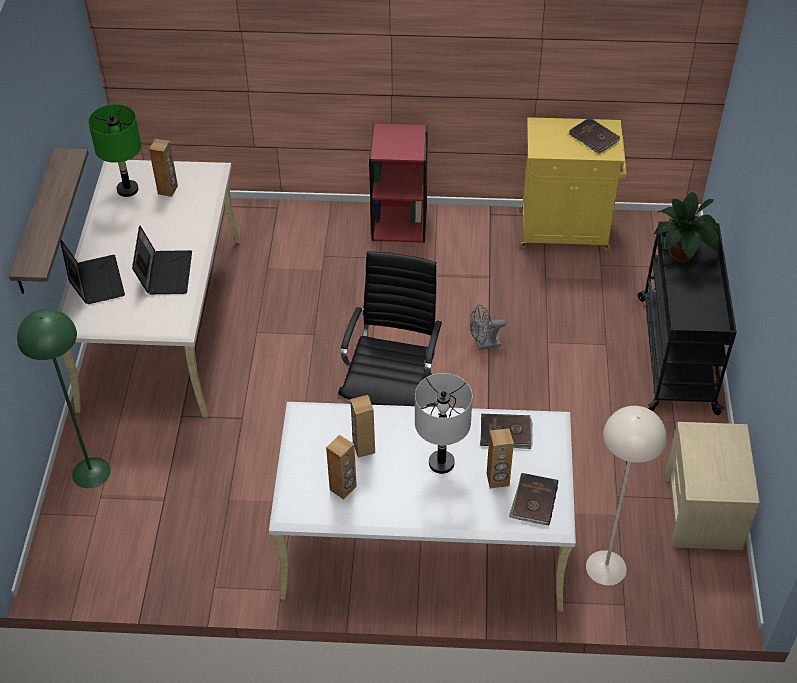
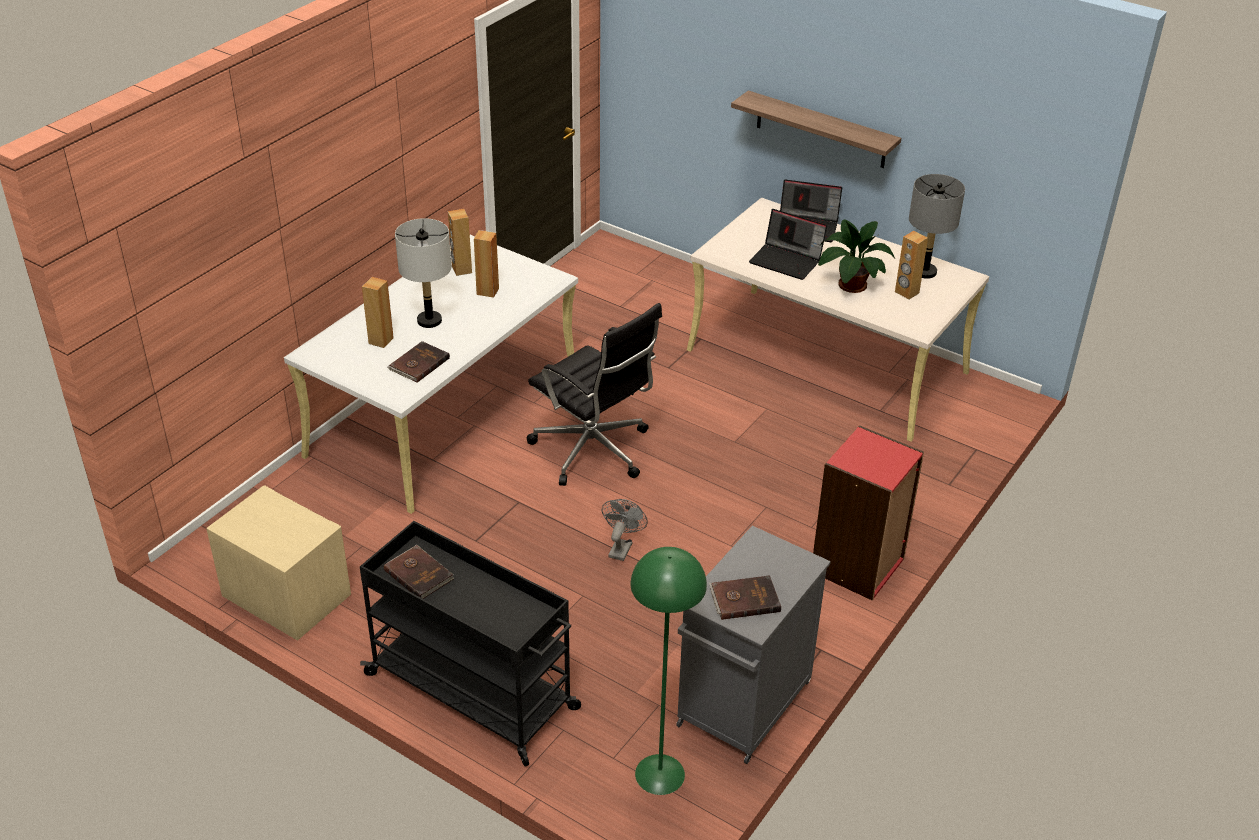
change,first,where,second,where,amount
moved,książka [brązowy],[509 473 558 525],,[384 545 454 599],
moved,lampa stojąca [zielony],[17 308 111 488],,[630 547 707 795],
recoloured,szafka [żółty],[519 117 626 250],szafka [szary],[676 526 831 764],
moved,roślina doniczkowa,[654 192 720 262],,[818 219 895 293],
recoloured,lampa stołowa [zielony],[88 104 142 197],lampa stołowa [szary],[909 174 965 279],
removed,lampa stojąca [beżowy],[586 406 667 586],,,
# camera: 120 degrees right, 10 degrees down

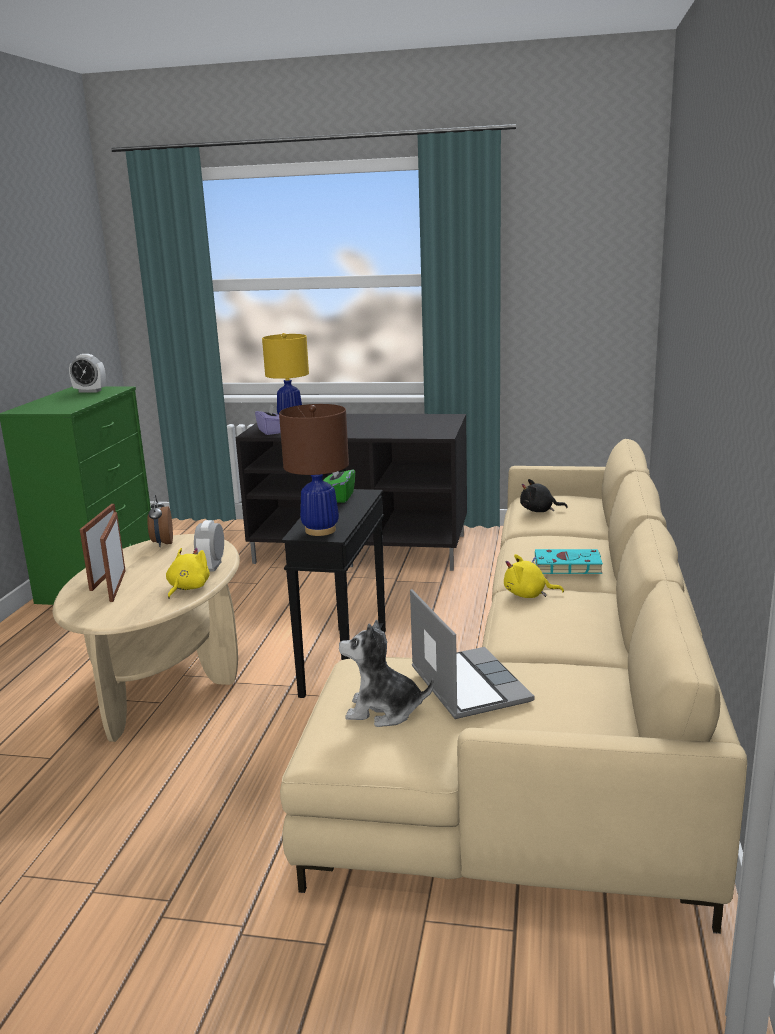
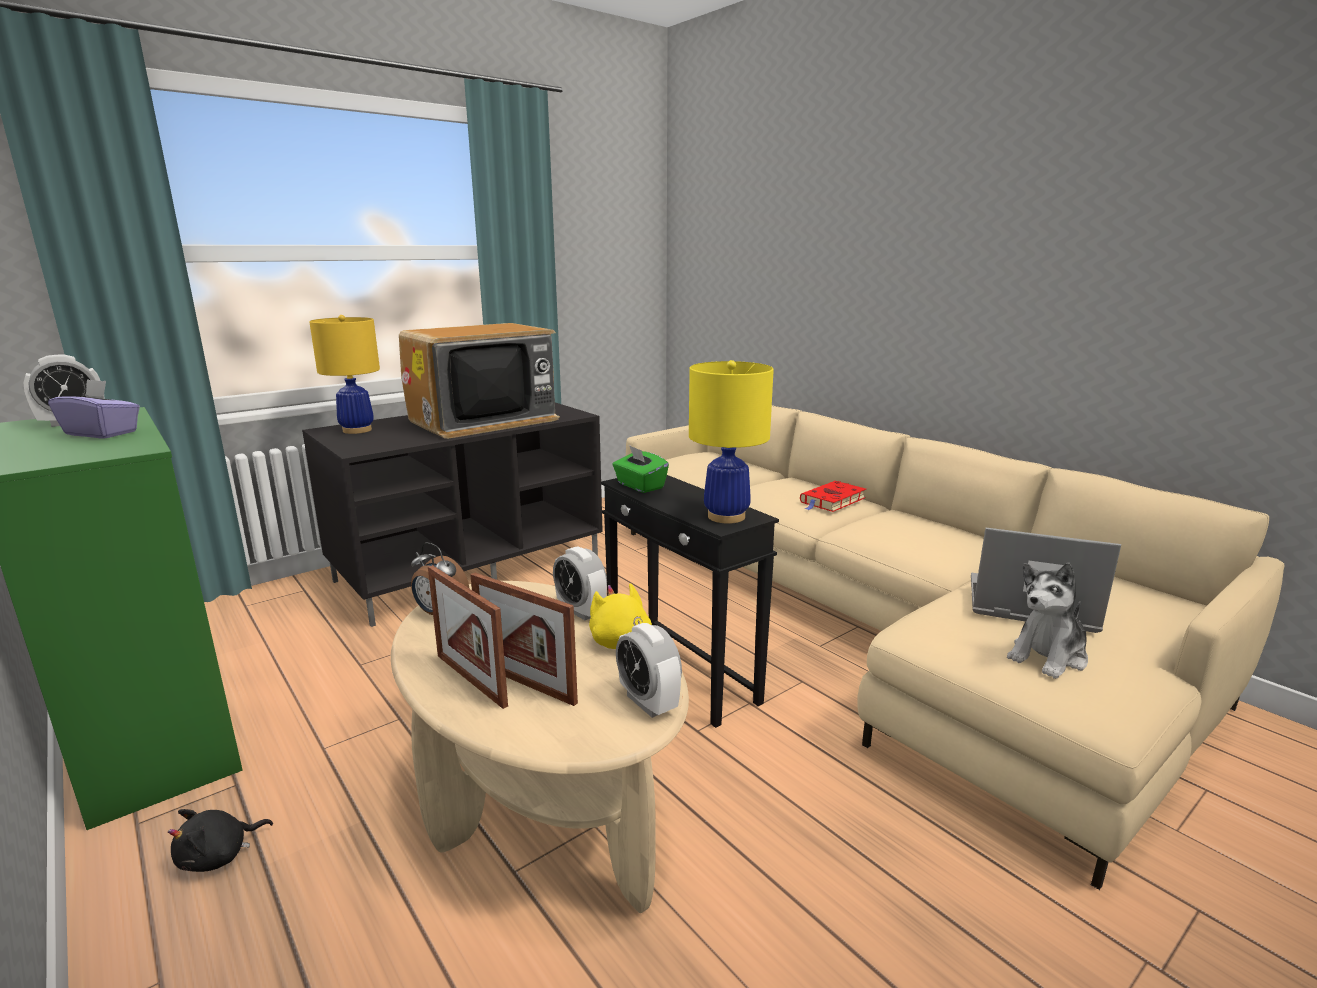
change,first,where,second,where,amount
moved,pudełko chusteczek [fioletowy],[255 405 281 435],,[48 379 140 438],
moved,pluszak [czarny],[520 479 568 512],,[168 809 273 872],
added,,,telewizor,[399 323 560 439],
added,,,budzik,[616 623 682 718],
recoloured,lampa stołowa [brązowy],[279 404 349 536],lampa stołowa [żółty],[689 360 774 524],
recoloured,książka [turkusowy],[532 549 603 574],książka [czerwony],[800 481 866 512],
removed,pluszak [żółty],[504 554 564 598],,,
# camera: 50 degrees left, 0 degrees up

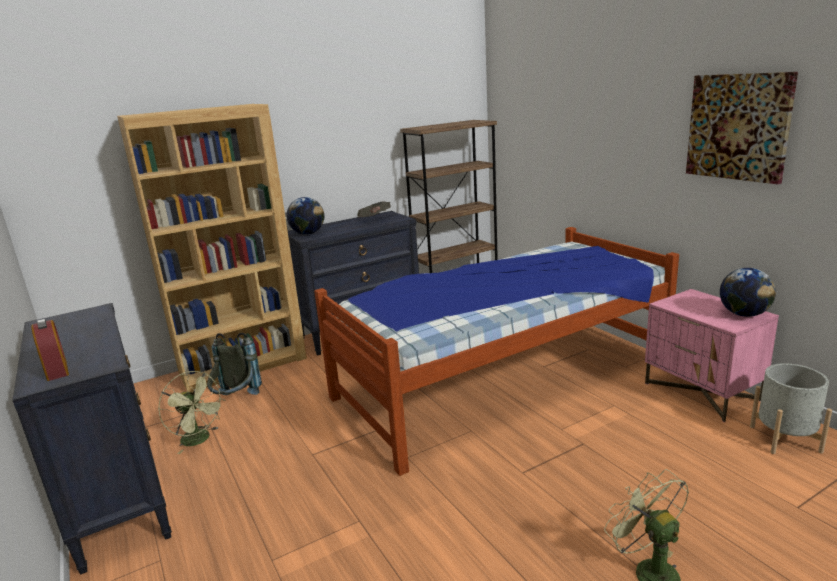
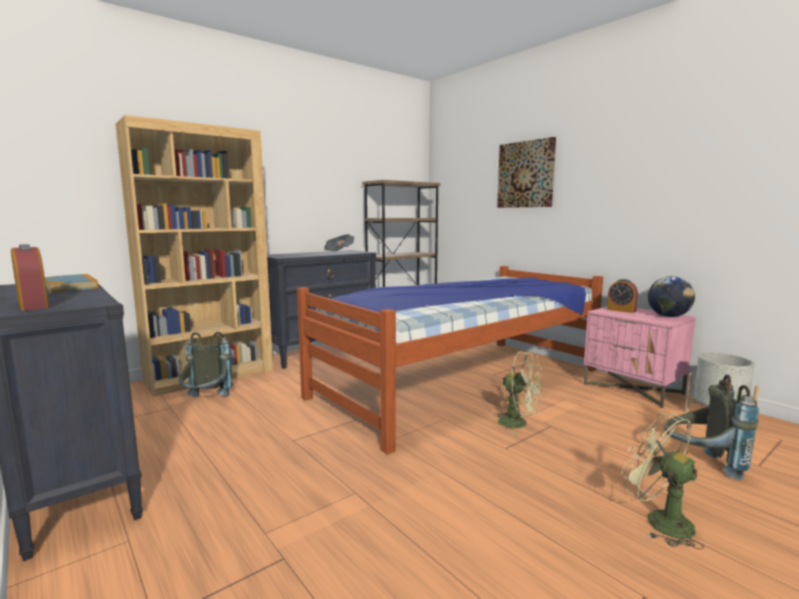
change,first,where,second,where,amount
added,,,książka,[45 274 99 292],
moved,wentylator [zielony],[158 371 225 454],,[493 351 544 435],
moved,obraz,[686 72 798 184],,[497 137 556 208],
added,,,budzik,[607 279 638 313],
added,,,plecak [szary],[664 374 759 480],
removed,globus,[287 197 324 235],,,
# camera: 10 degrees left, 10 degrees down

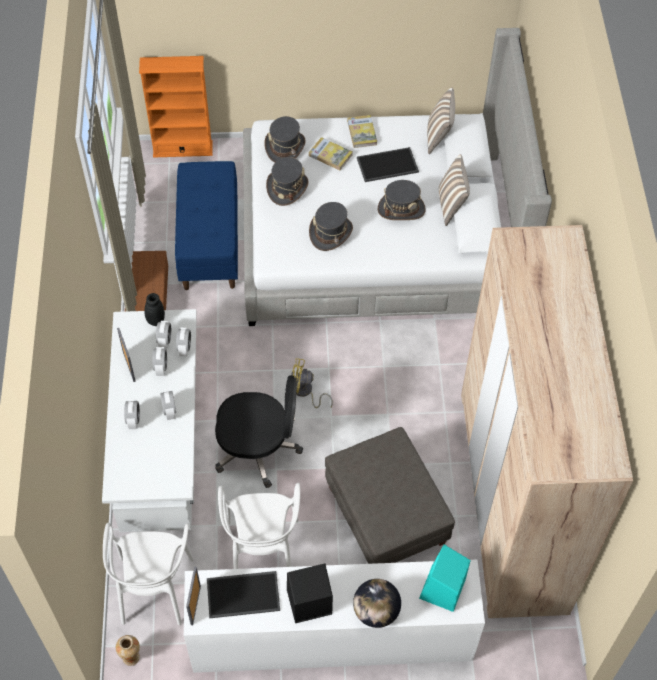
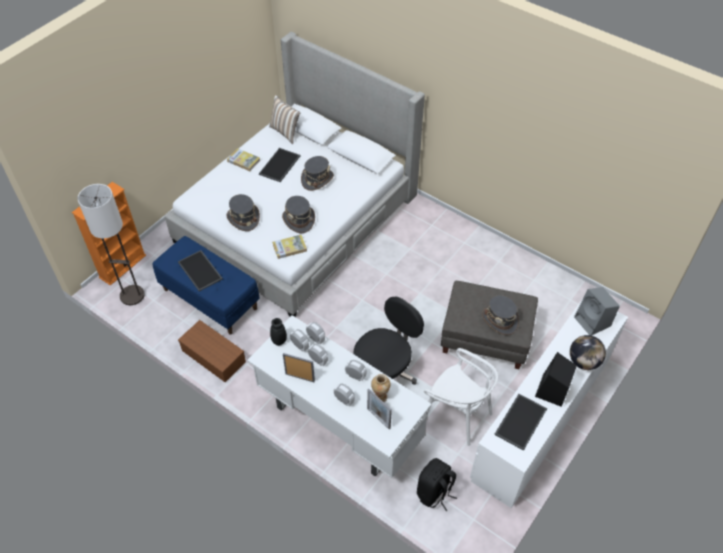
change,first,where,second,where,amount
added,,,lampa stojąca,[77 184 145 305],
added,,,taca,[178 250 223 291],
moved,książka,[309 137 352 170],,[272 235 307 259],
moved,ramka na zdjęcie,[186 566 201 625],,[367 389 392 429],
moved,wazon,[116 635 140 666],,[371 374 390 402],
replaced,krzesło [biały],[103 523 194 625],plecak [czarny],[417 458 457 511],
moved,kapelusz [szary],[264 116 306 163],,[482 295 519 335],
recoloured,głośnik [turkusowy],[419 544 471 612],głośnik [szary],[574 287 620 336],
removed,wentylator [żółty],[291 358 333 408],,,
removed,poduszka,[439 154 470 226],,,
removed,szafa [beżowy],[461 225 633 618],,,
# camera: 50 degrees left, 5 degrees down

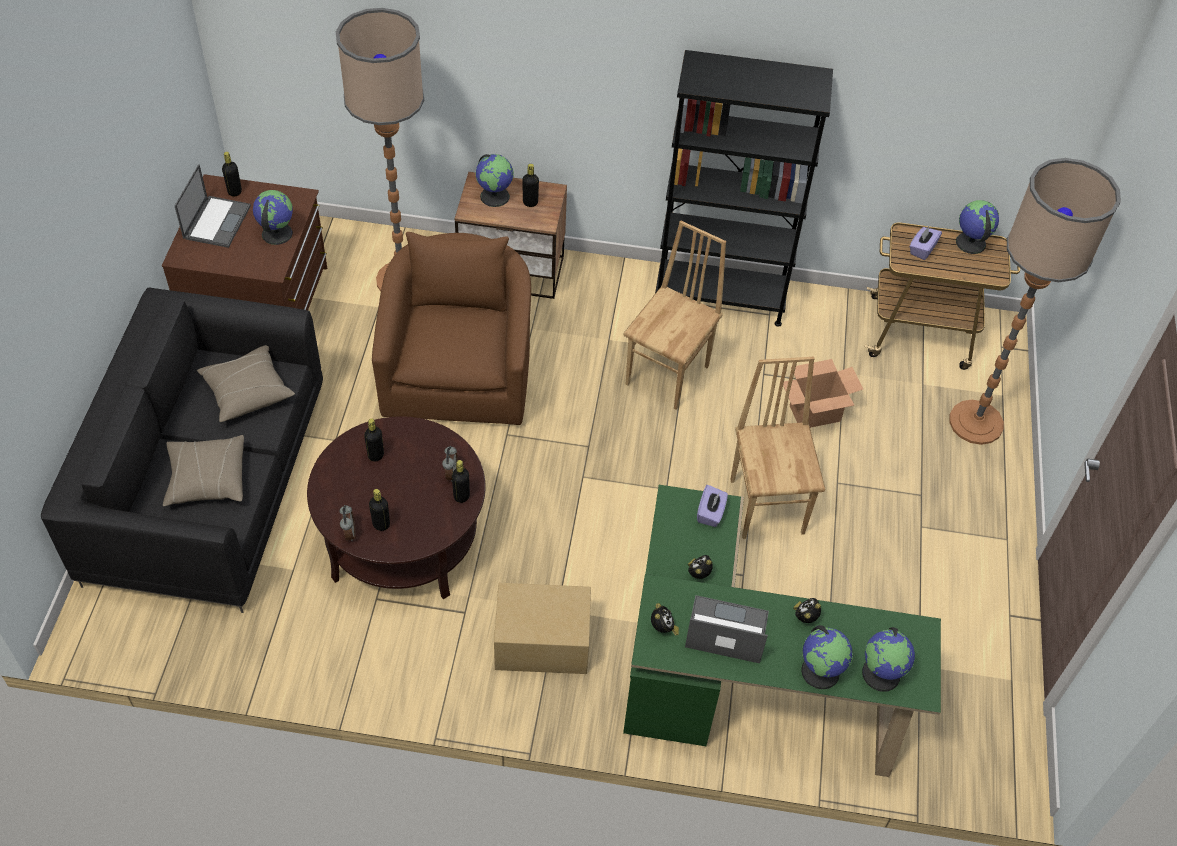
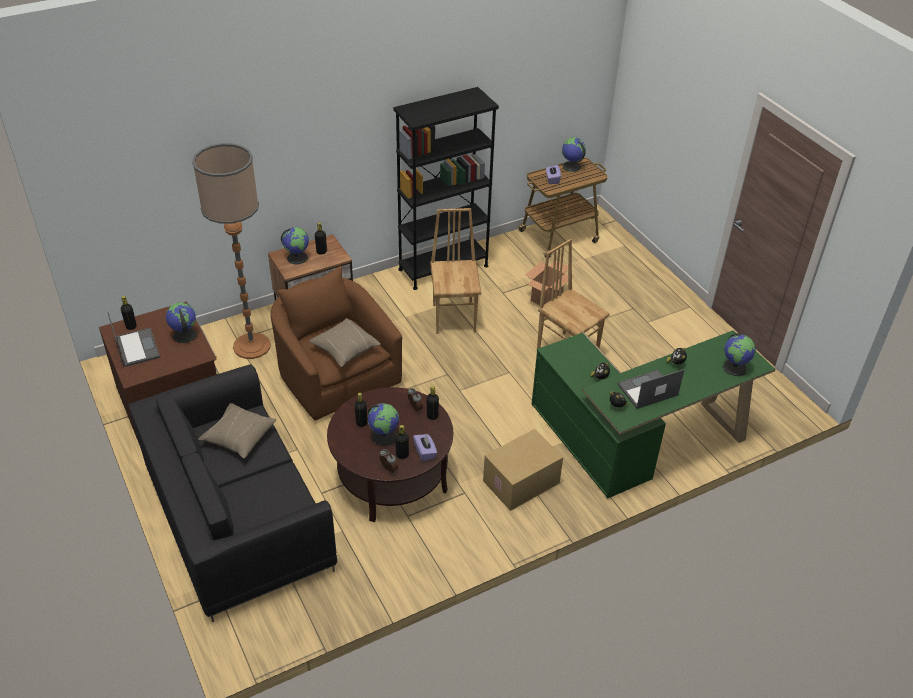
change,first,where,second,where,amount
moved,poduszka [beżowy],[163 435 244 506],,[309 318 381 367],
moved,globus,[801 625 853 689],,[368 403 399 446],
moved,pudełko chusteczek [fioletowy],[697 485 728 527],,[413 434 437 461],
removed,lampa stojąca,[949 158 1121 445],,,
# camera: 35 degrees left, 10 degrees down

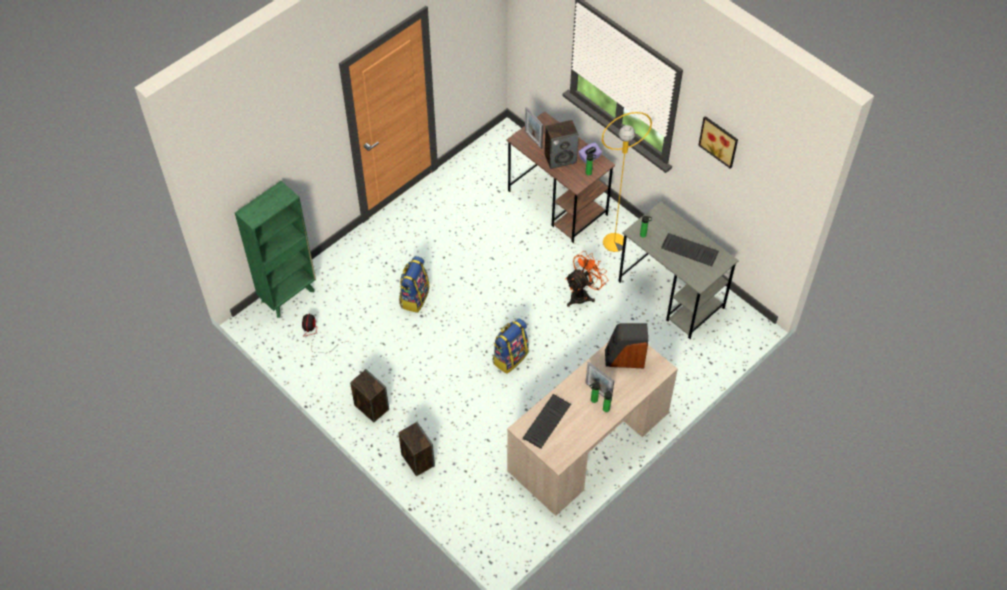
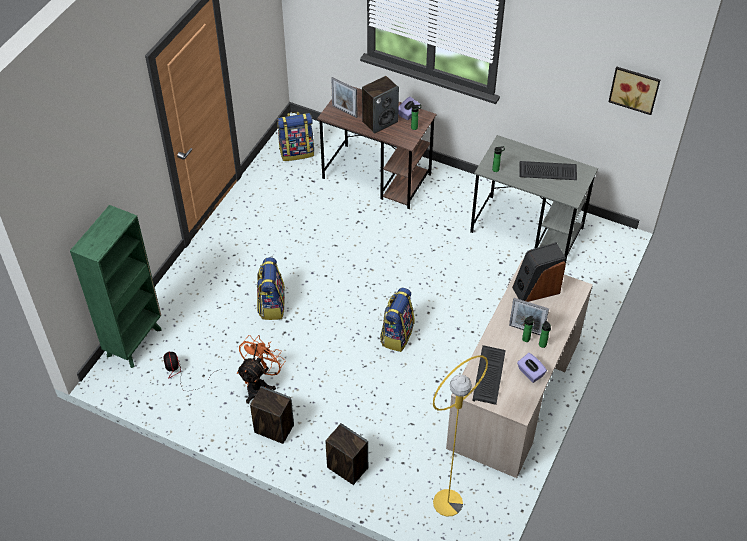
change,first,where,second,where,amount
moved,wentylator [pomarańczowy],[565 251 608 307],,[237 335 285 404],
added,,,plecak,[277 112 314 161],
moved,lampa stojąca [żółty],[602 112 652 252],,[433 356 488 516],
added,,,pudełko chusteczek [fioletowy],[517 353 547 383],
moved,obraz,[698 116 738 169],,[609 67 660 115],
# camera: 20 degrees left, 5 degrees down

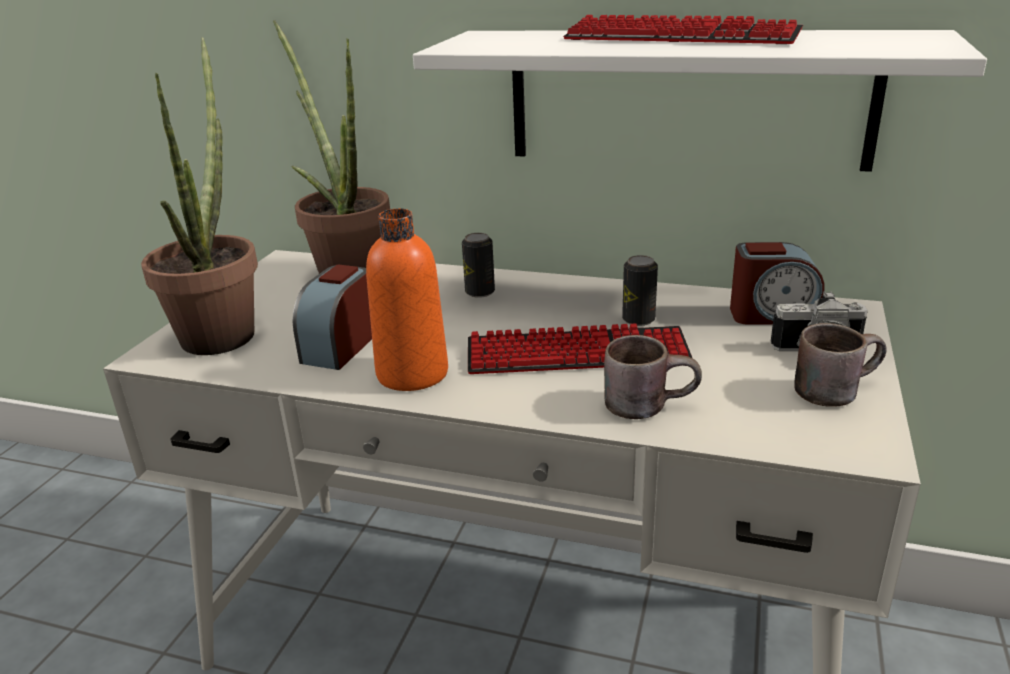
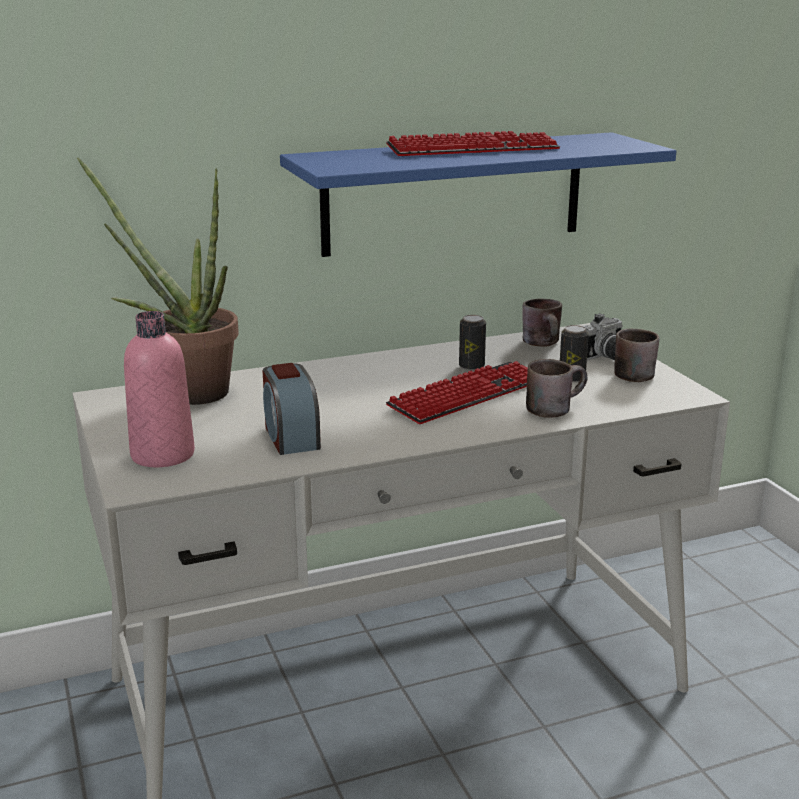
change,first,where,second,where,amount
replaced,roślina doniczkowa,[141 37 258 355],butelka [różowy],[124 311 195 467],
recoloured,półka [biały],[413 30 987 172],półka [niebieski],[280 132 676 257],
replaced,budzik,[730 242 825 324],kubek [brązowy],[522 299 562 347],
moved,puszka,[462 233 495 298],,[560 325 589 383],
removed,butelka [pomarańczowy],[366 209 448 391],,,
# camera: 40 degrees left, 5 degrees down

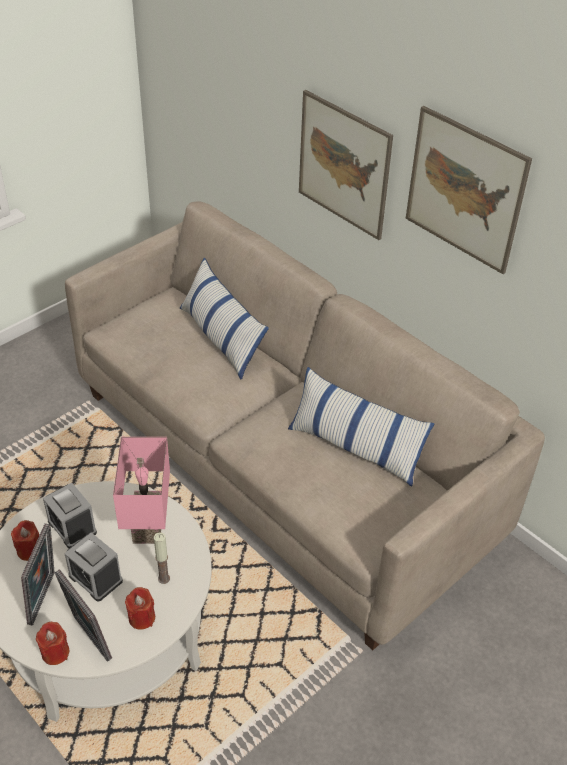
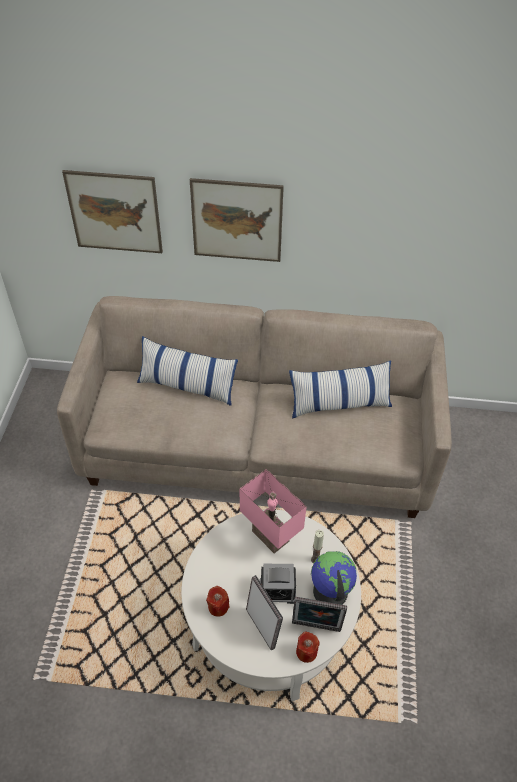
change,first,where,second,where,amount
moved,obraz,[406 106 532 274],,[62 170 163 253],
replaced,świeca [czerwony],[125 587 155 630],globus,[311 551 357 605],
removed,budzik,[43 483 97 548],,,
# camera: 40 degrees left, 5 degrees up

